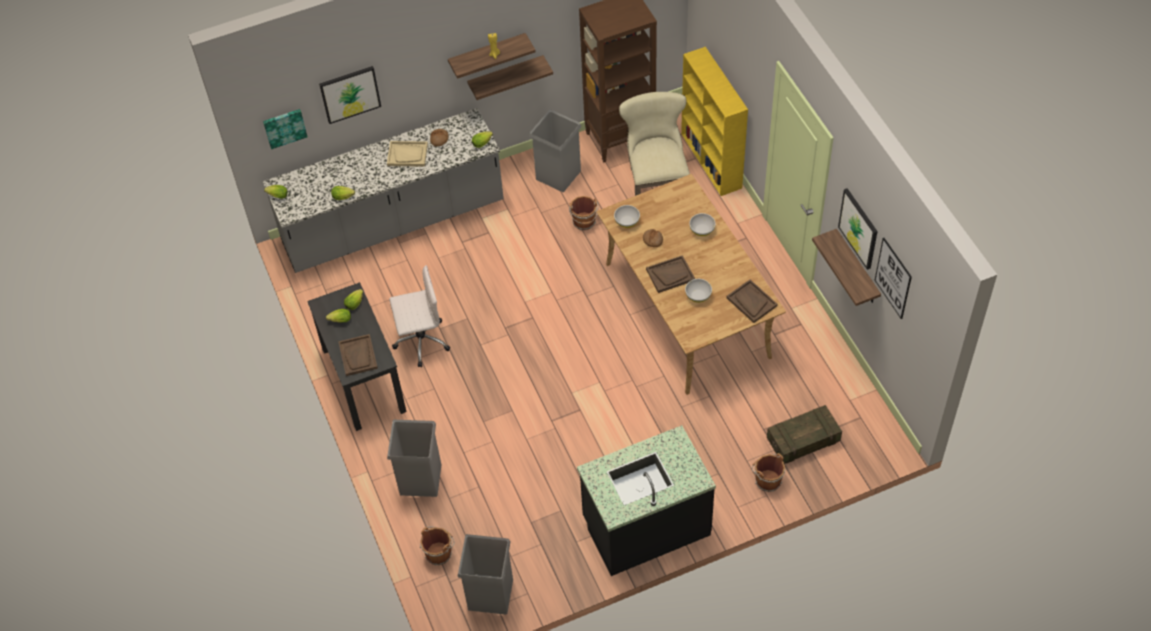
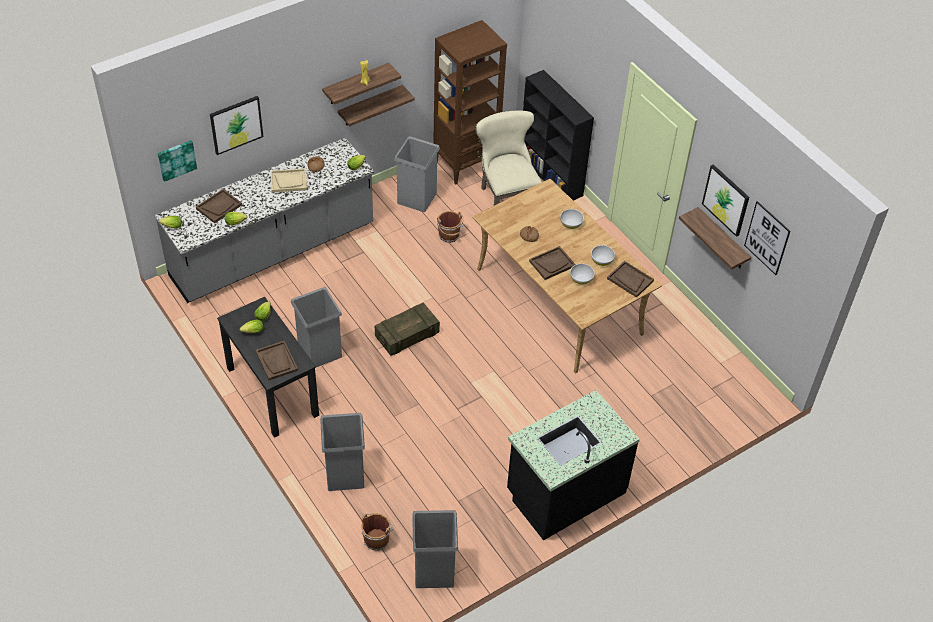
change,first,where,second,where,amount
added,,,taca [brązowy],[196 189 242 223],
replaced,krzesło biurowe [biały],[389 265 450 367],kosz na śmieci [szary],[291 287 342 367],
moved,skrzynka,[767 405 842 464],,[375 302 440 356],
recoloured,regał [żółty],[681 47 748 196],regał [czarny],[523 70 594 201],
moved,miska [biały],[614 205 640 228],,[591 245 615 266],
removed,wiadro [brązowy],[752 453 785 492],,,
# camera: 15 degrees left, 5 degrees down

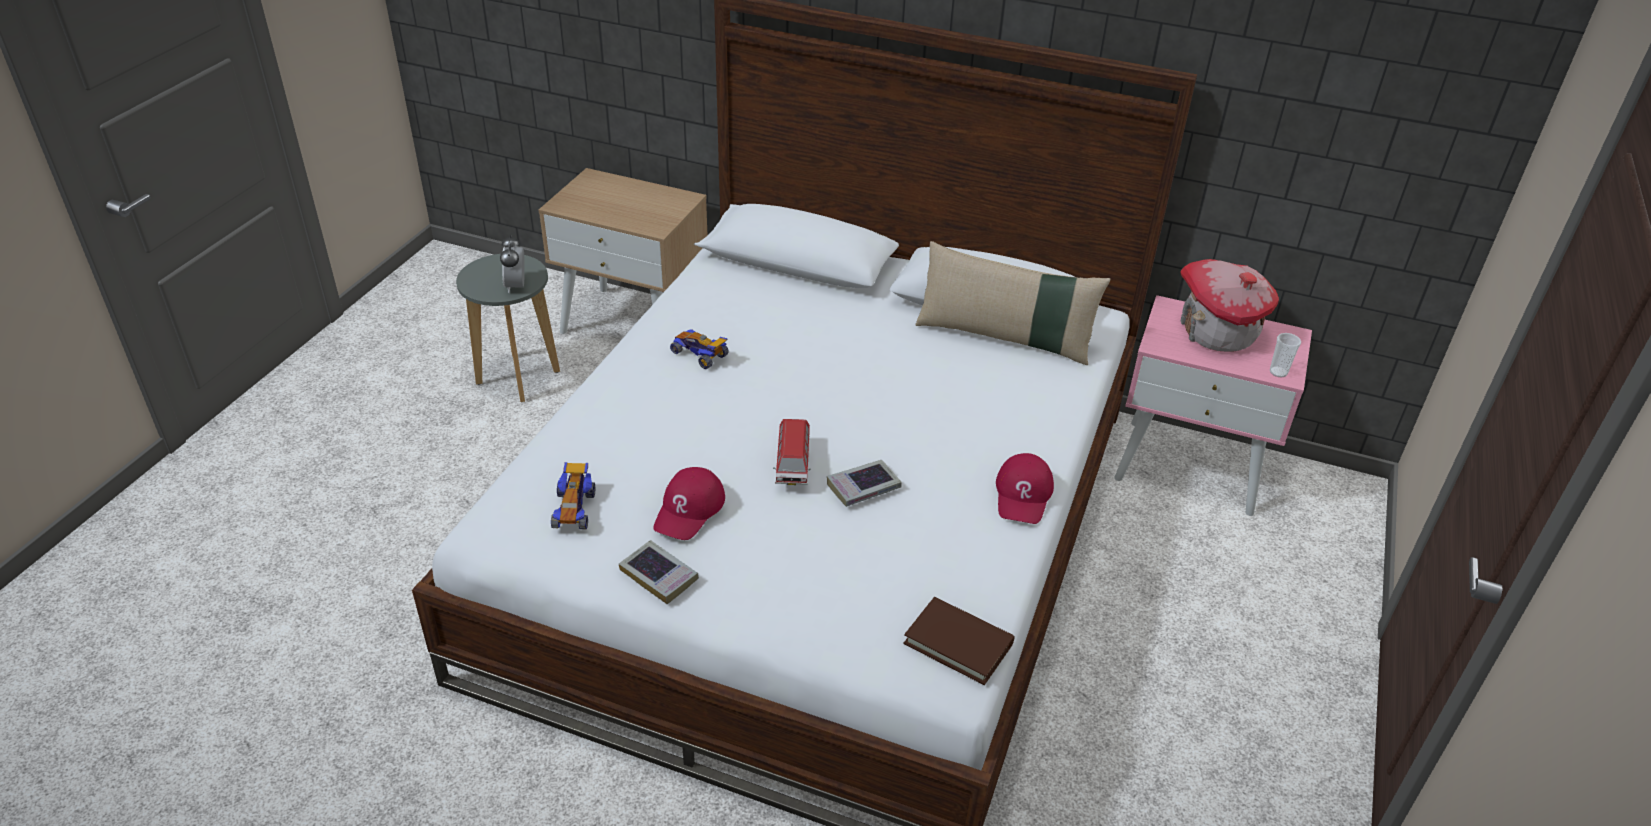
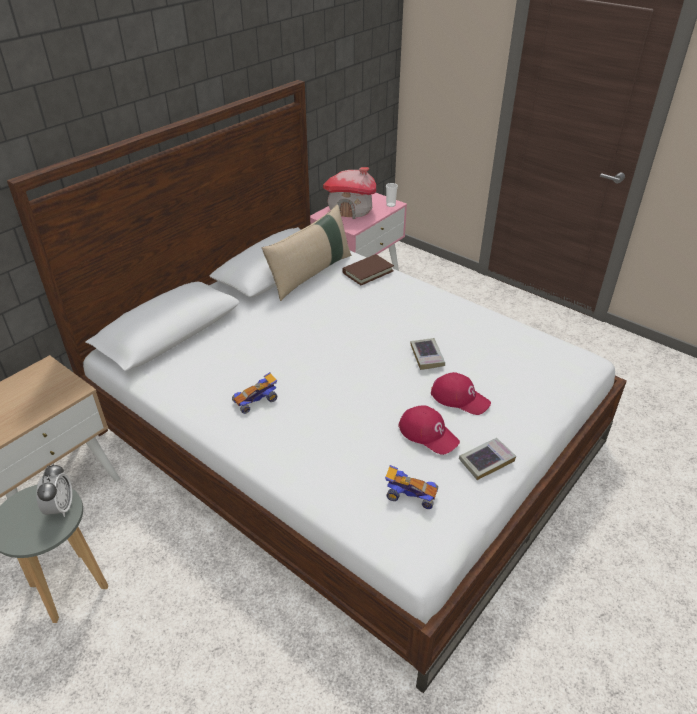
change,first,where,second,where,amount
turned,budzik,[500 234 525 293],,[36 463 72 517],105 degrees counterclockwise
moved,książka [brązowy],[903 597 1015 685],,[342 254 394 285],
moved,czapka z daszkiem [czerwony],[996 453 1054 524],,[431 372 491 415],
removed,samochodzik,[773 419 811 485],,,
# camera: 70 degrees left, 0 degrees up

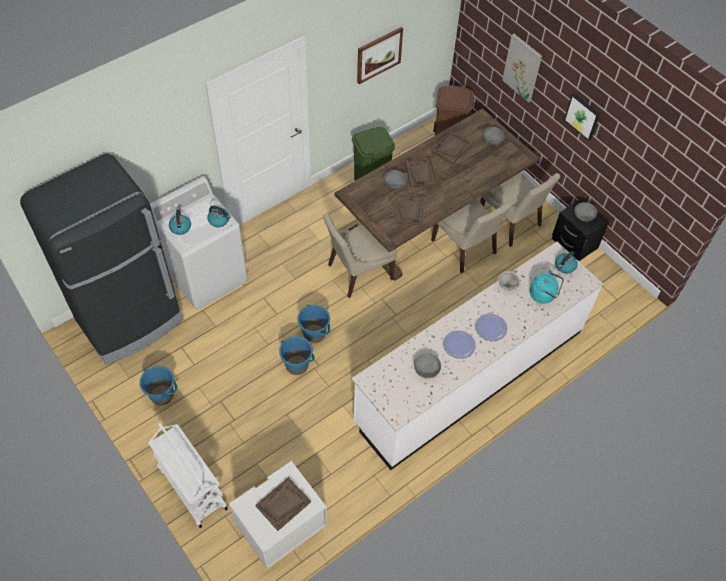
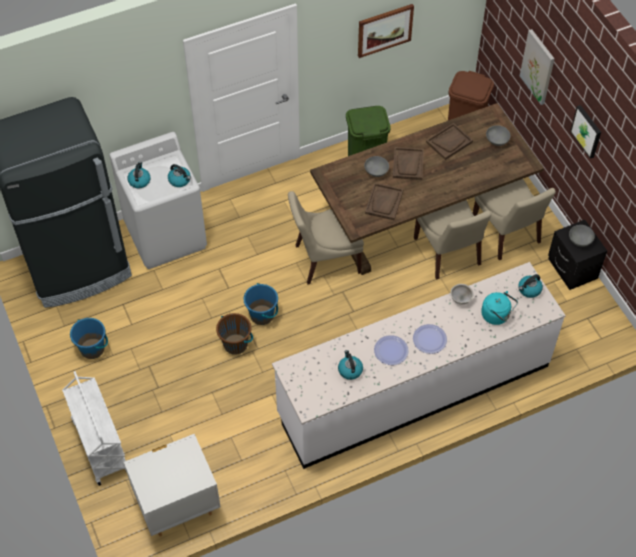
change,first,where,second,where,amount
recoloured,wiadro [niebieski],[279 336 315 375],wiadro [brązowy],[216 313 253 355],
replaced,miska [szary],[414 353 441 378],czajnik,[338 350 363 380],
removed,taca [brązowy],[256 477 311 531],,,
# camera: 15 degrees right, 0 degrees up

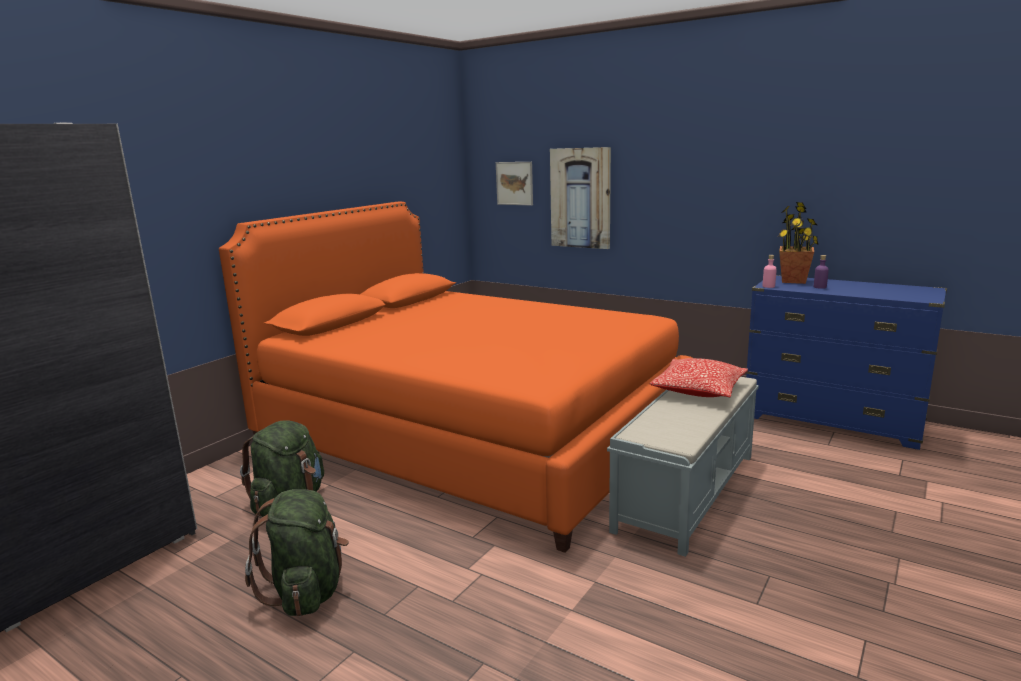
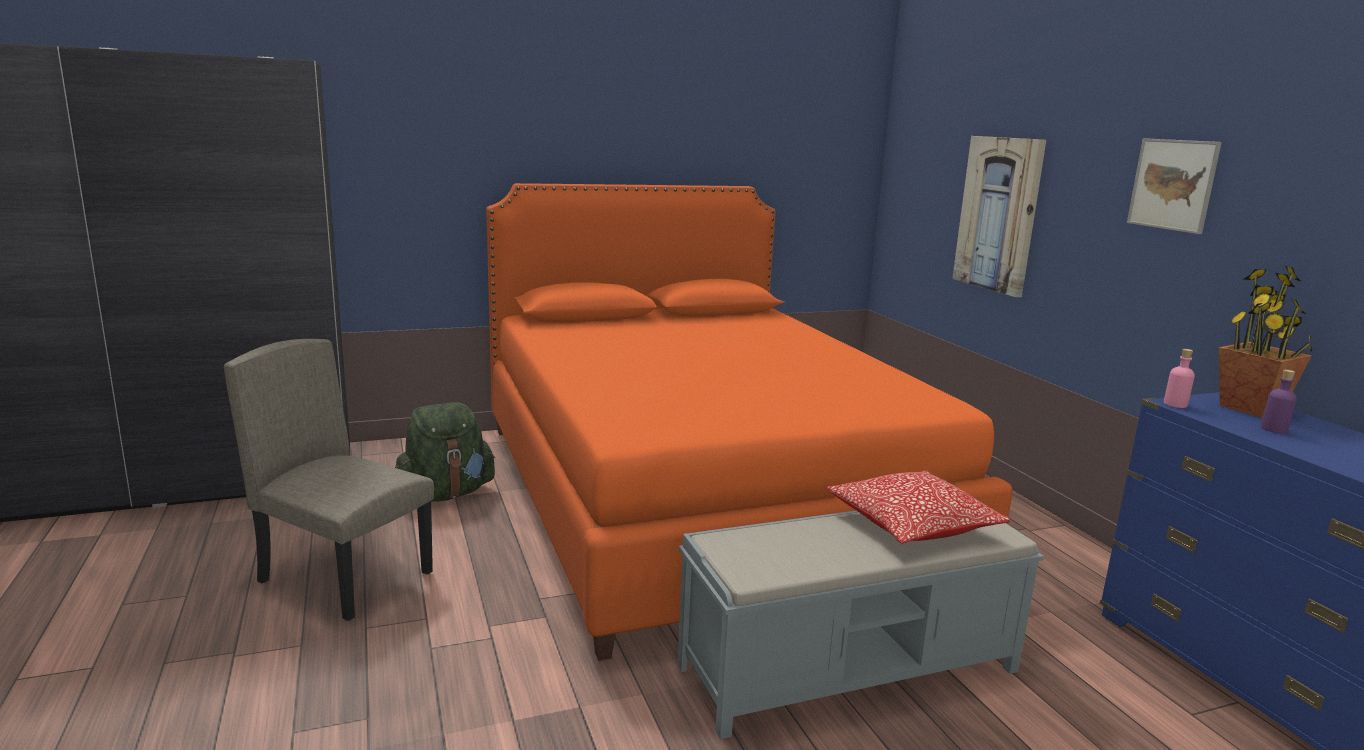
change,first,where,second,where,amount
replaced,plecak [zielony],[245 489 349 616],krzesło [beżowy],[224 339 434 621],
moved,obraz,[496 162 533 206],,[1127 138 1222 234],
# camera: 35 degrees right, 0 degrees up

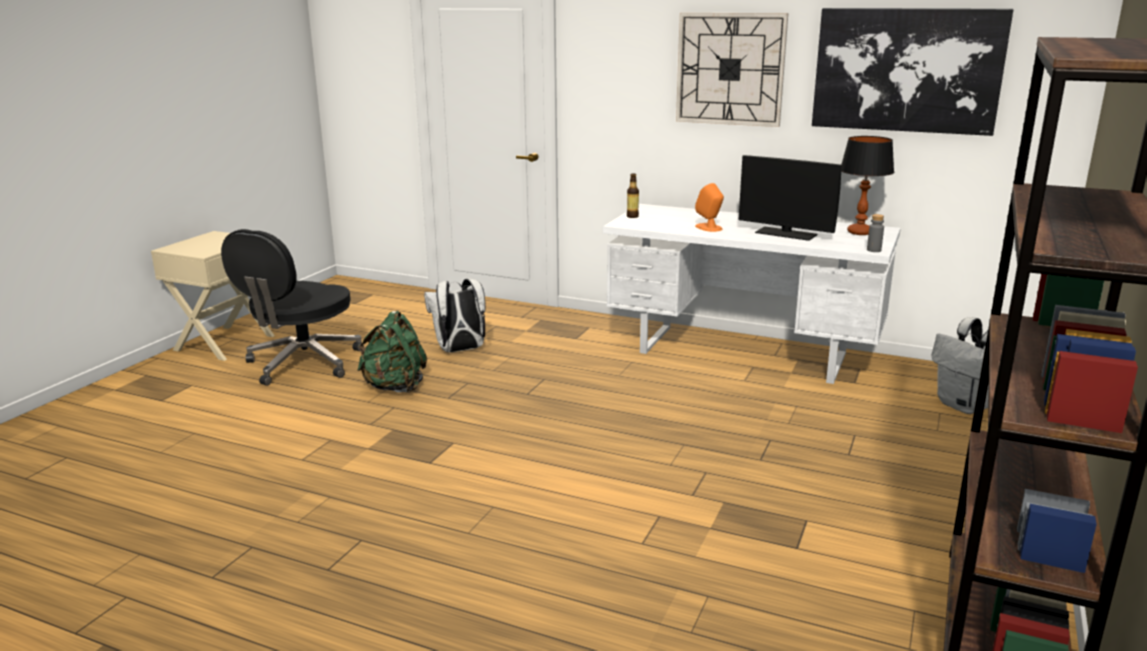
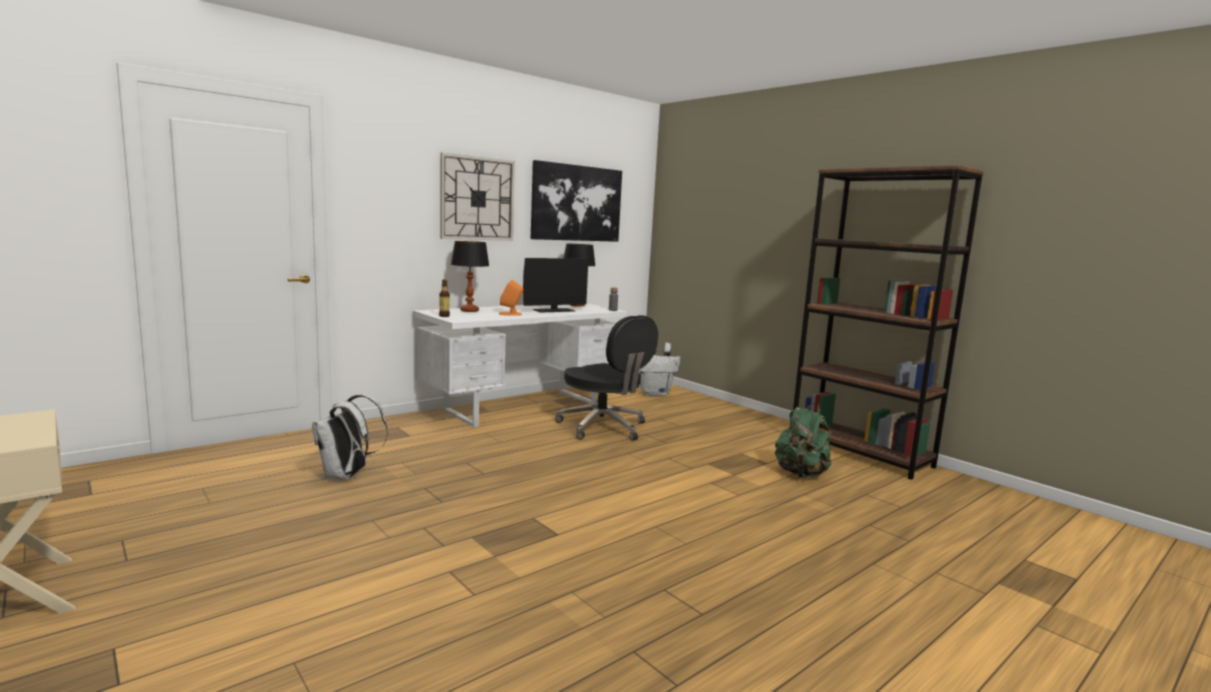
change,first,where,second,where,amount
added,,,lampa stołowa,[451 241 489 312],
moved,krzesło biurowe [czarny],[221 229 362 386],,[555 315 658 440],
moved,plecak [zielony],[357 311 427 393],,[775 403 832 478],
# camera: 65 degrees left, 10 degrees down

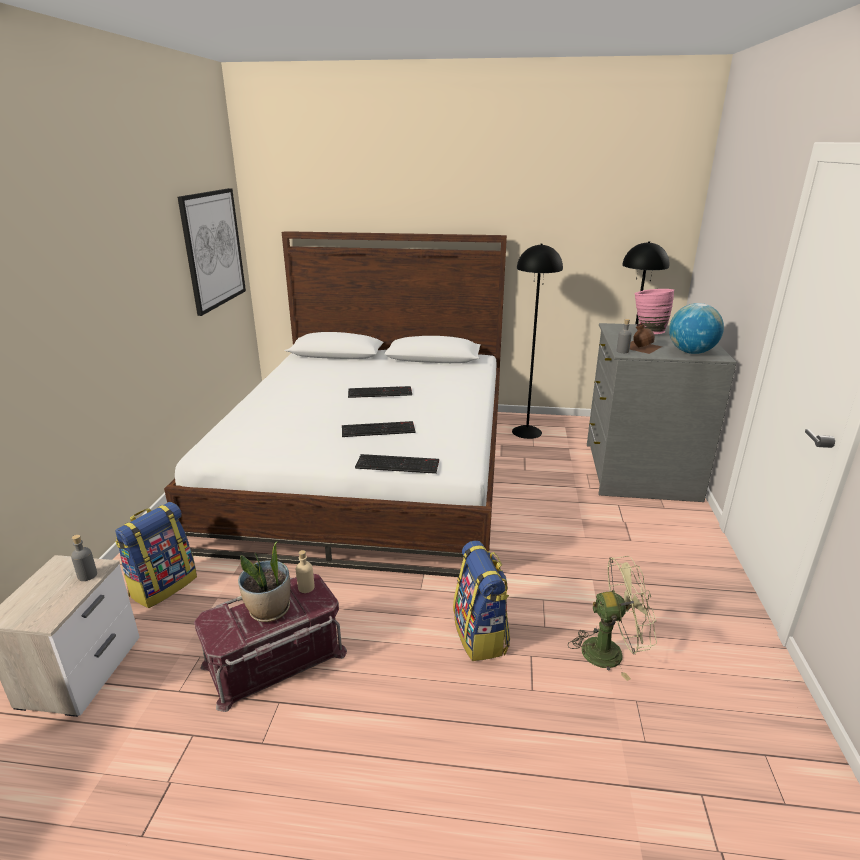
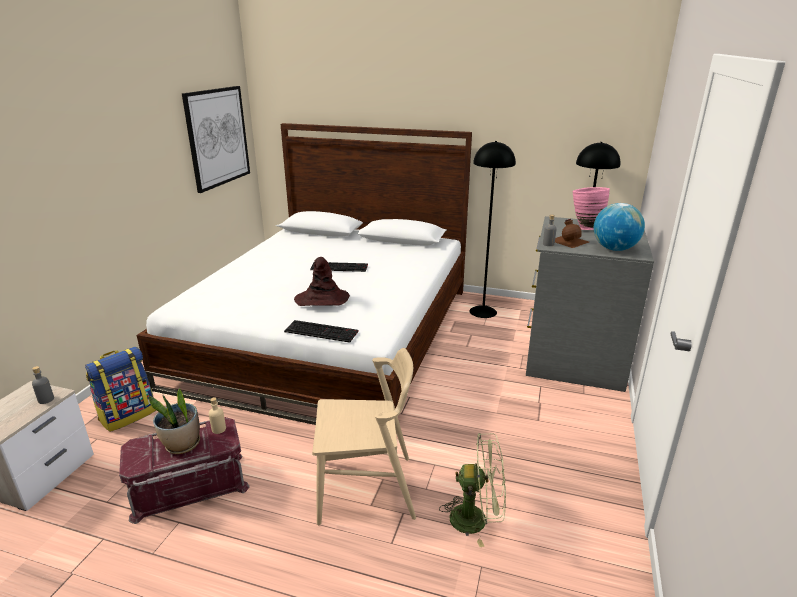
change,first,where,second,where,amount
replaced,klawiatura,[342 421 416 437],kapelusz [brązowy],[294 257 350 306],
replaced,plecak,[453 541 510 661],krzesło [beżowy],[312 348 416 525],
# camera: 10 degrees right, 0 degrees up

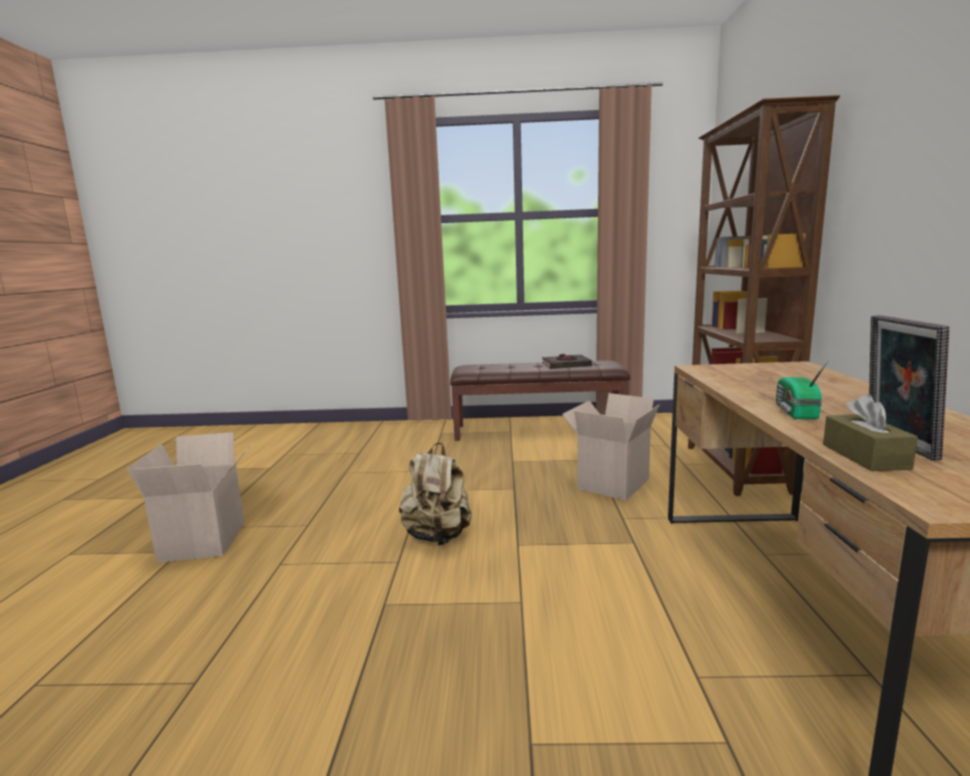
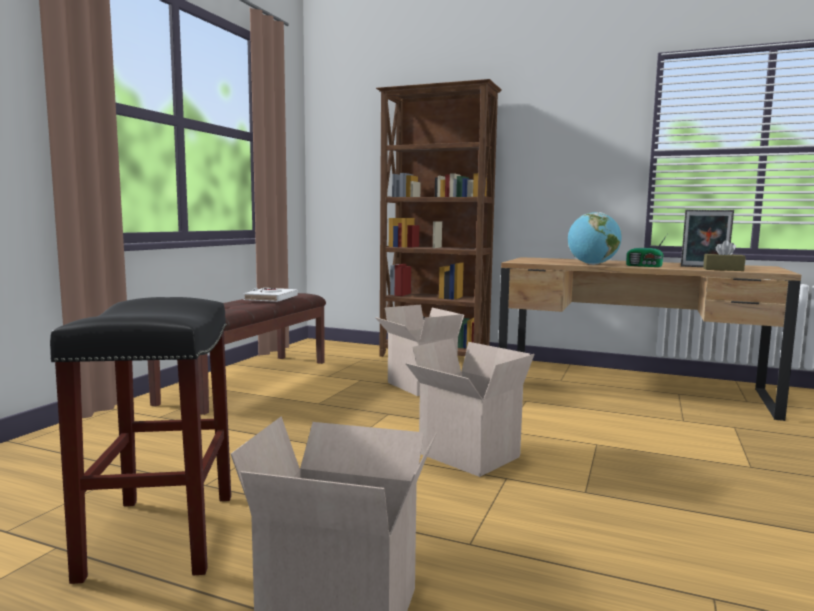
change,first,where,second,where,amount
added,,,stołek [czarny],[50 297 231 584],
recoloured,książka [czarny],[542 354 592 369],książka [biały],[243 288 298 302],
replaced,plecak [beżowy],[399 443 472 545],karton,[405 338 535 477],
added,,,globus,[568 212 622 265],
# camera: 70 degrees left, 5 degrees down

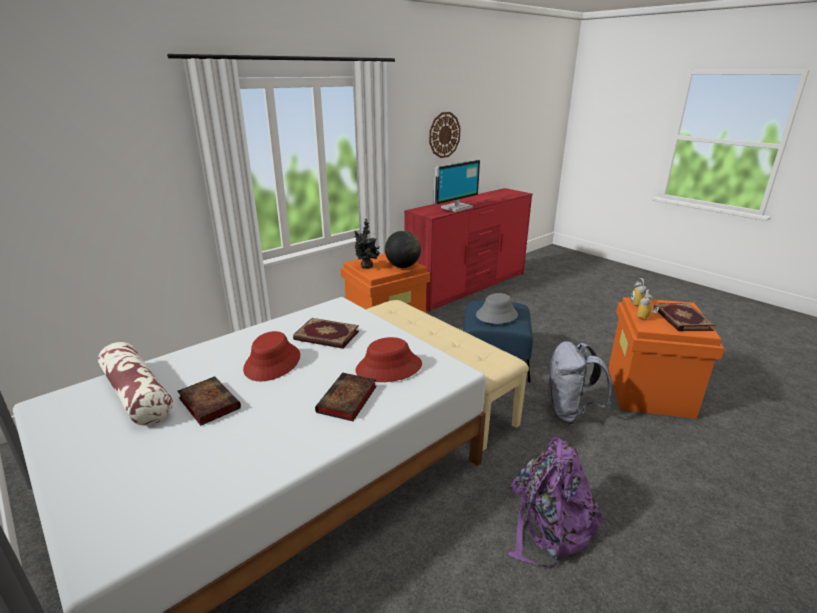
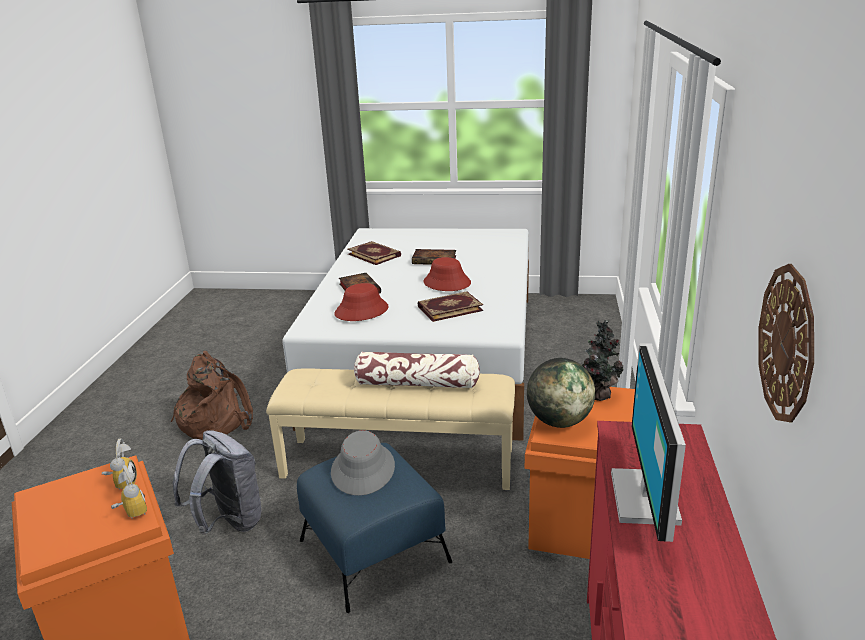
change,first,where,second,where,amount
recoloured,plecak [fioletowy],[508 437 605 569],plecak [brązowy],[171 351 253 440],
moved,książka,[653 303 716 331],,[347 241 401 265],
moved,poduszka,[98 342 173 426],,[354 351 480 388],
# camera: 140 degrees right, 0 degrees up

